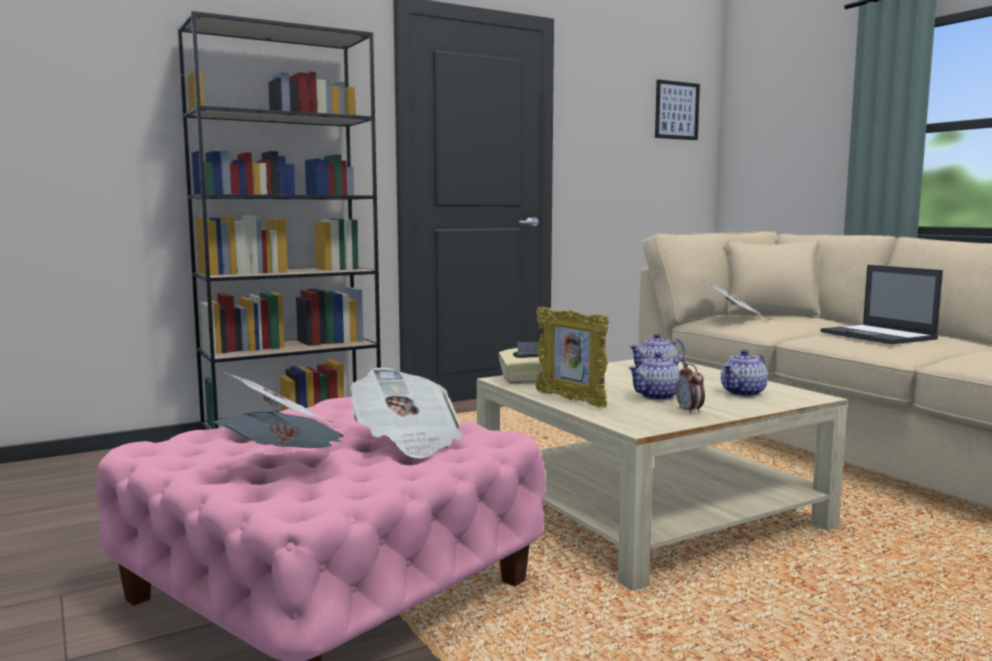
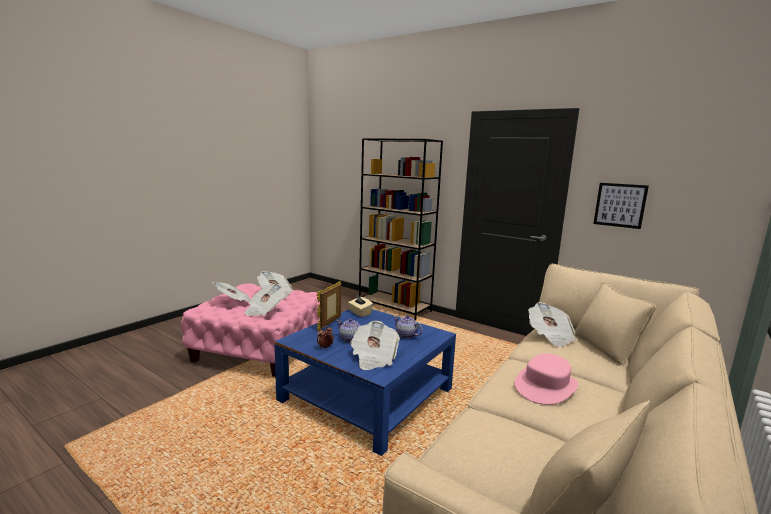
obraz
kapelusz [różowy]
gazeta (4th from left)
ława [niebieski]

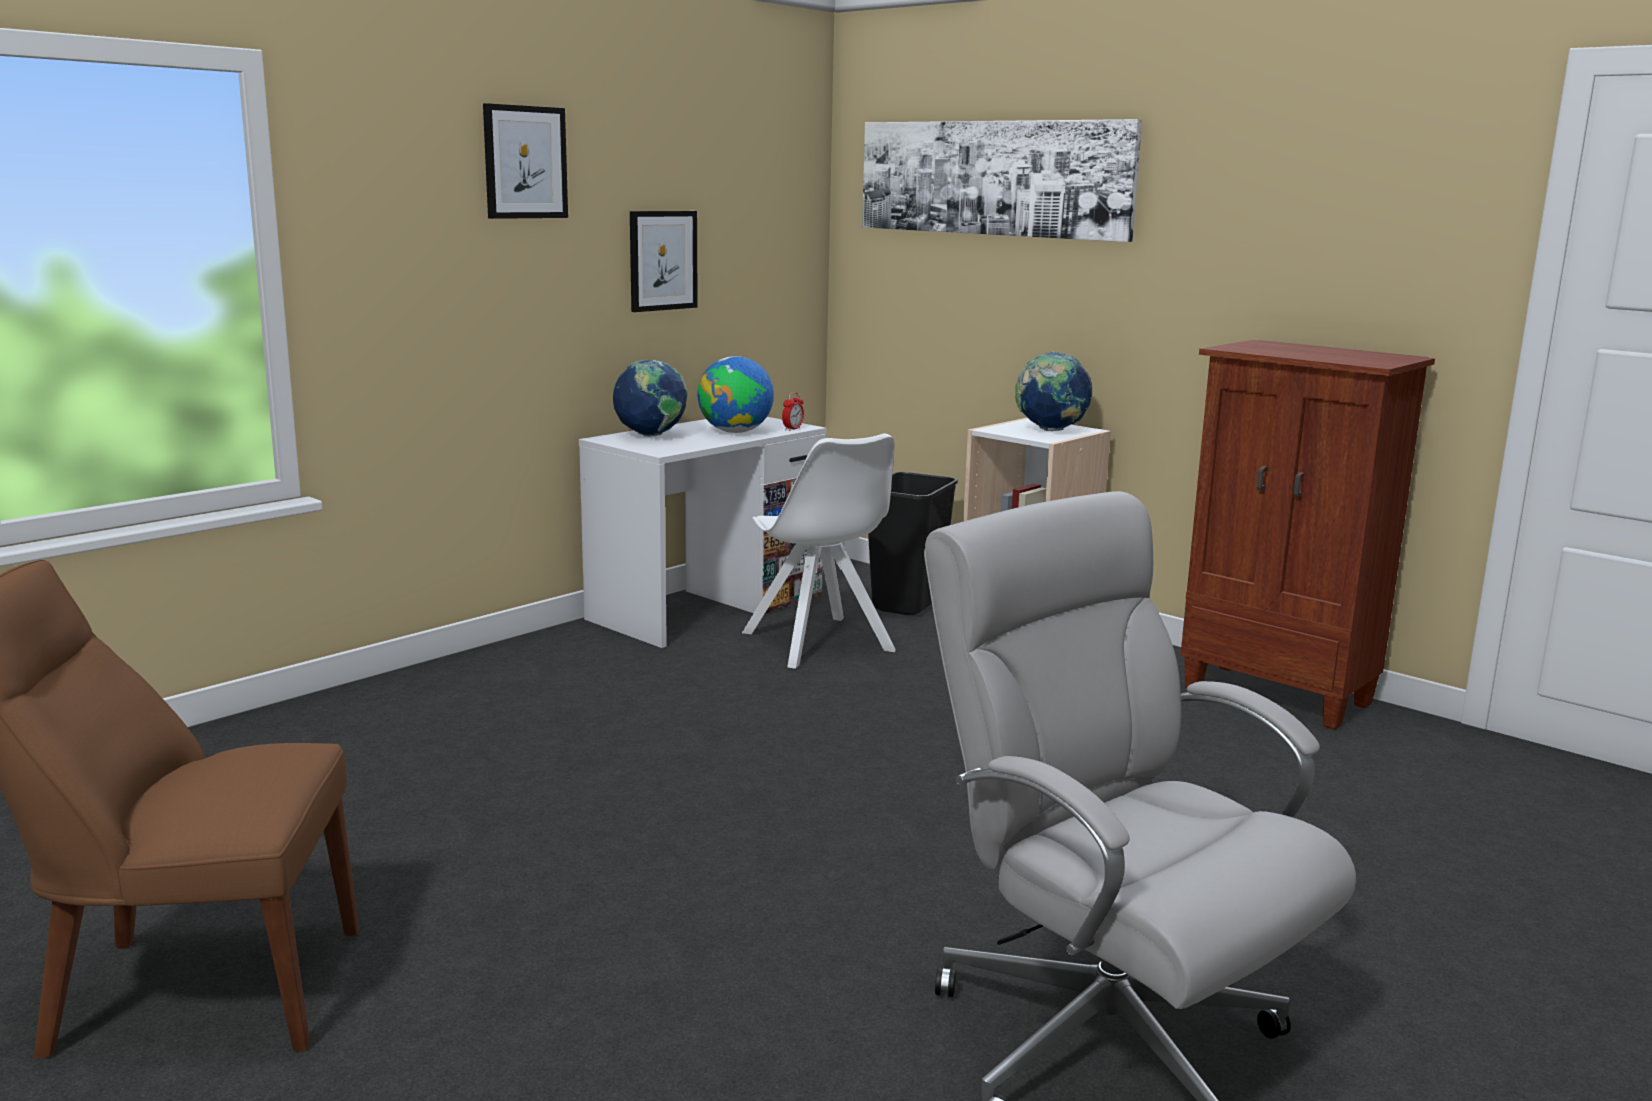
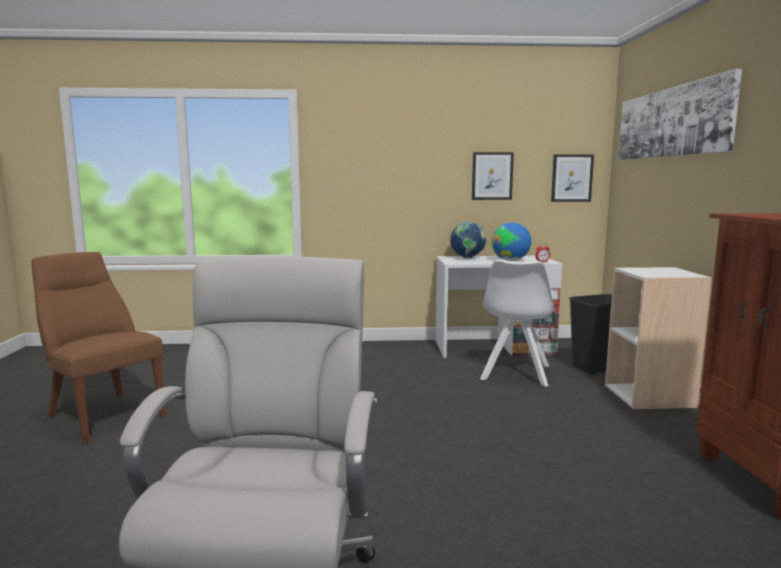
obraz (2nd from left)
globus (3rd from left in the first image)

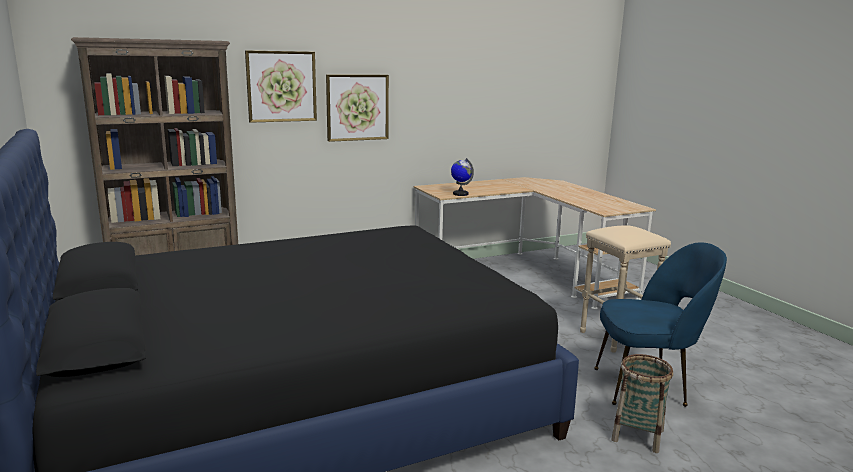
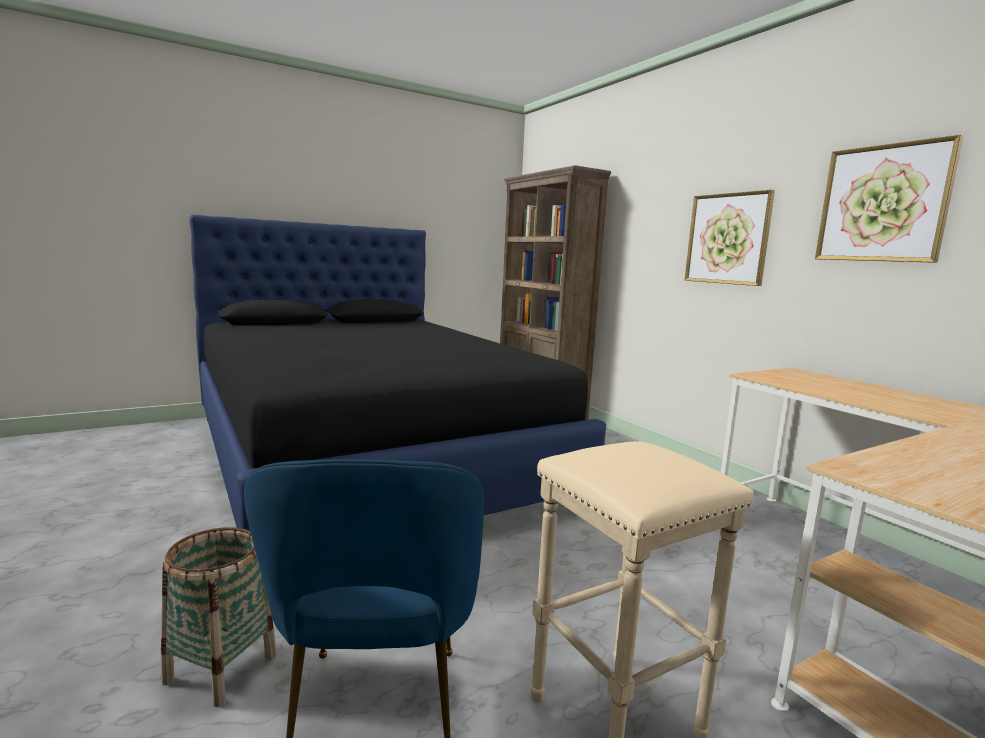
obraz (2nd from left)
globus

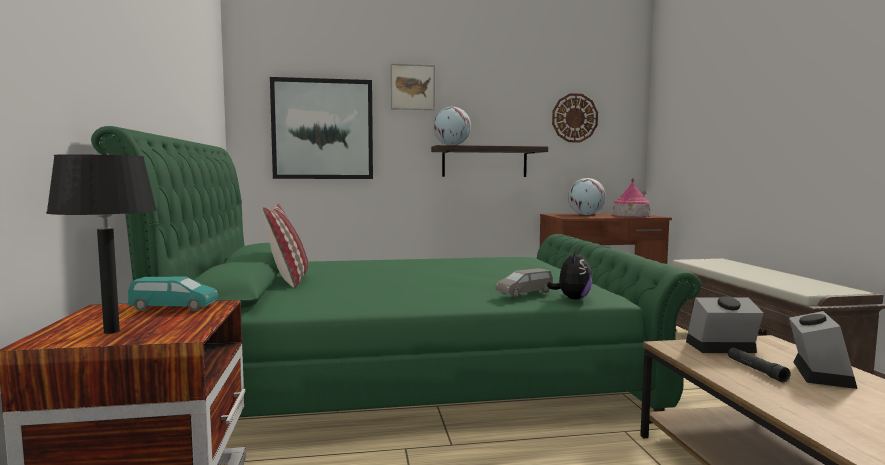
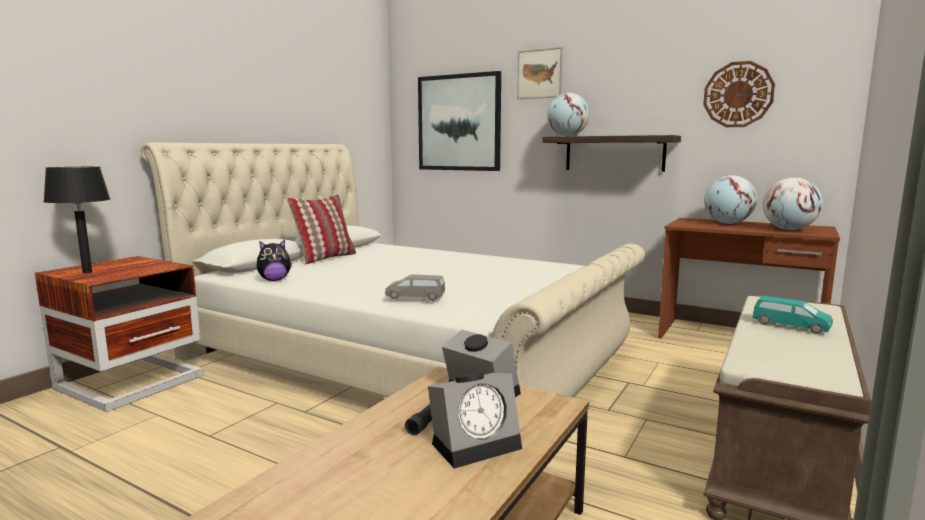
łóżko [beżowy]
globus (3rd from left)
pluszak
samochodzik [turkusowy]

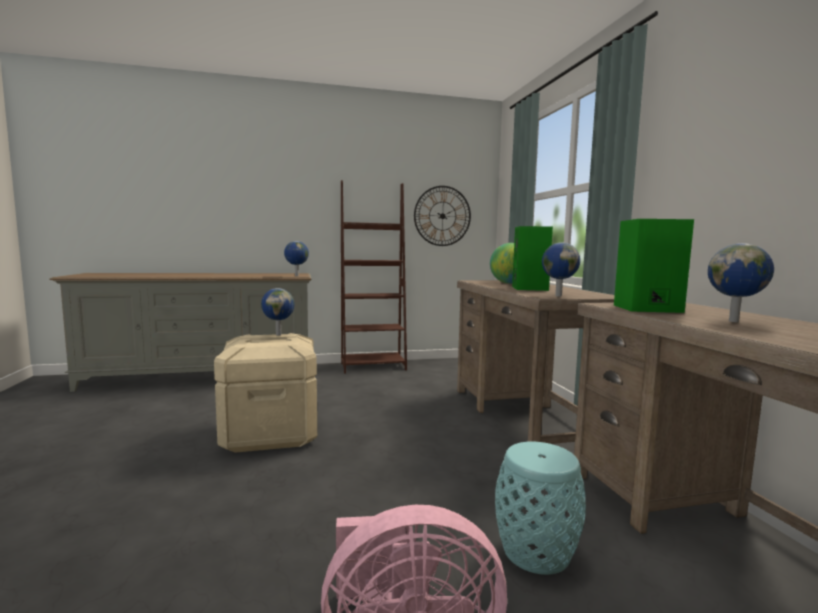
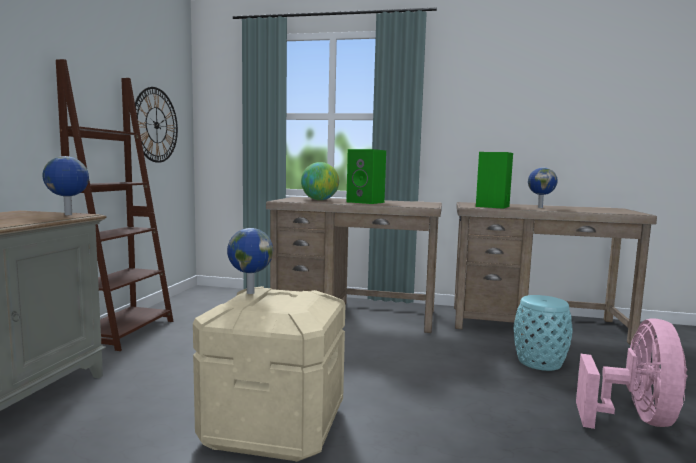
globus (4th from left in the first image)

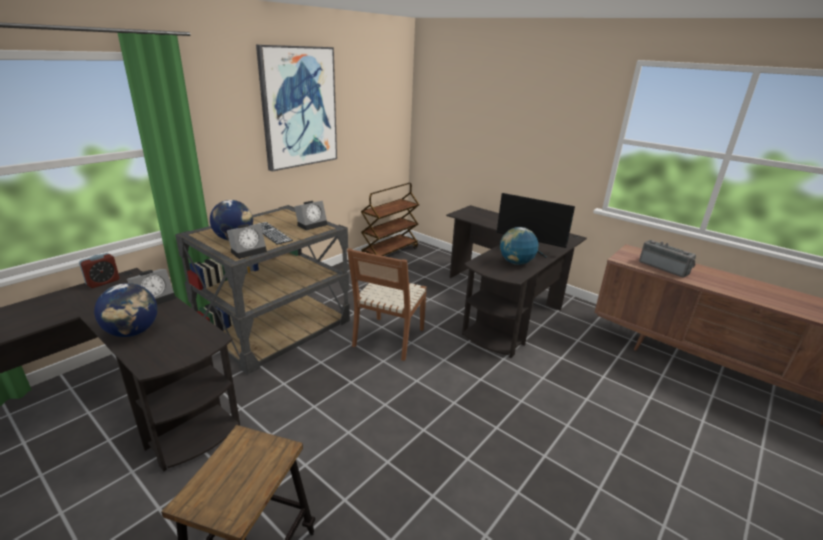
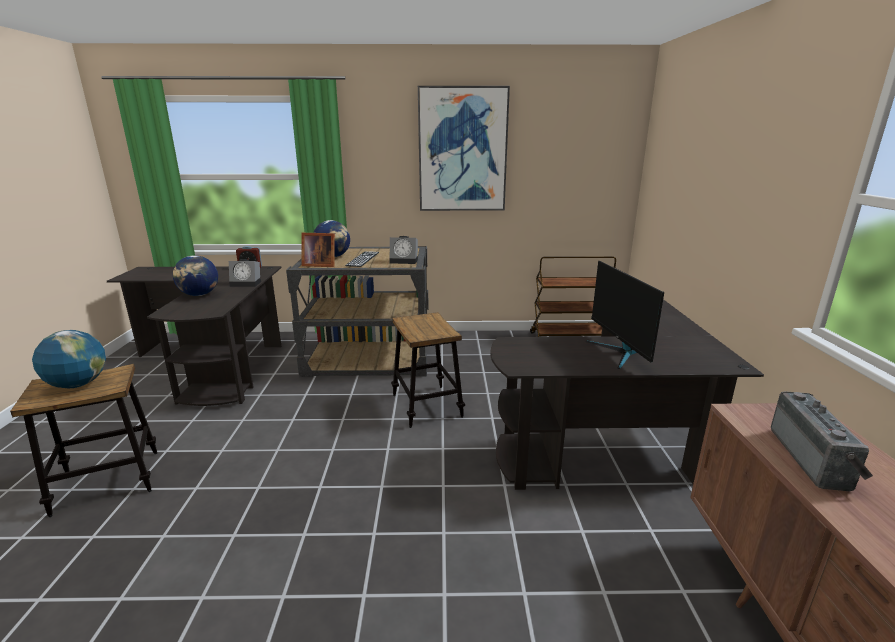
ramka na zdjęcie
globus (1st from left)
stołek (2nd from left)

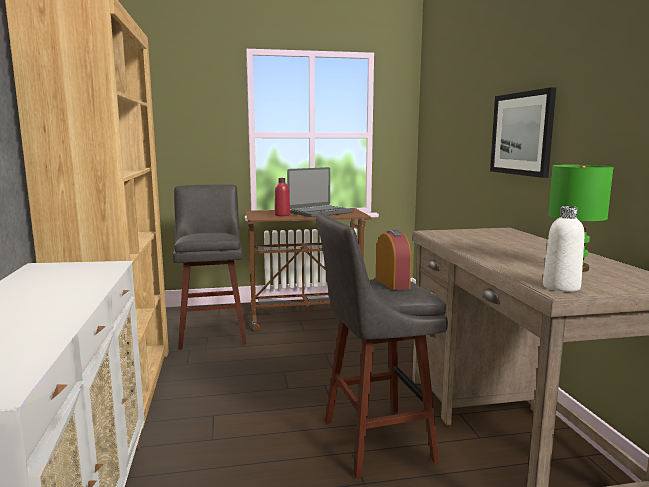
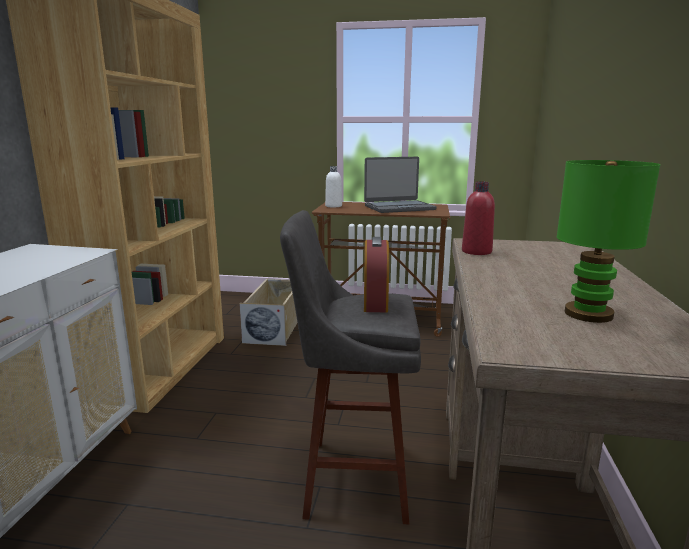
obraz
butelka [czerwony]
pojemnik do przechowywania [beżowy]
butelka [biały]

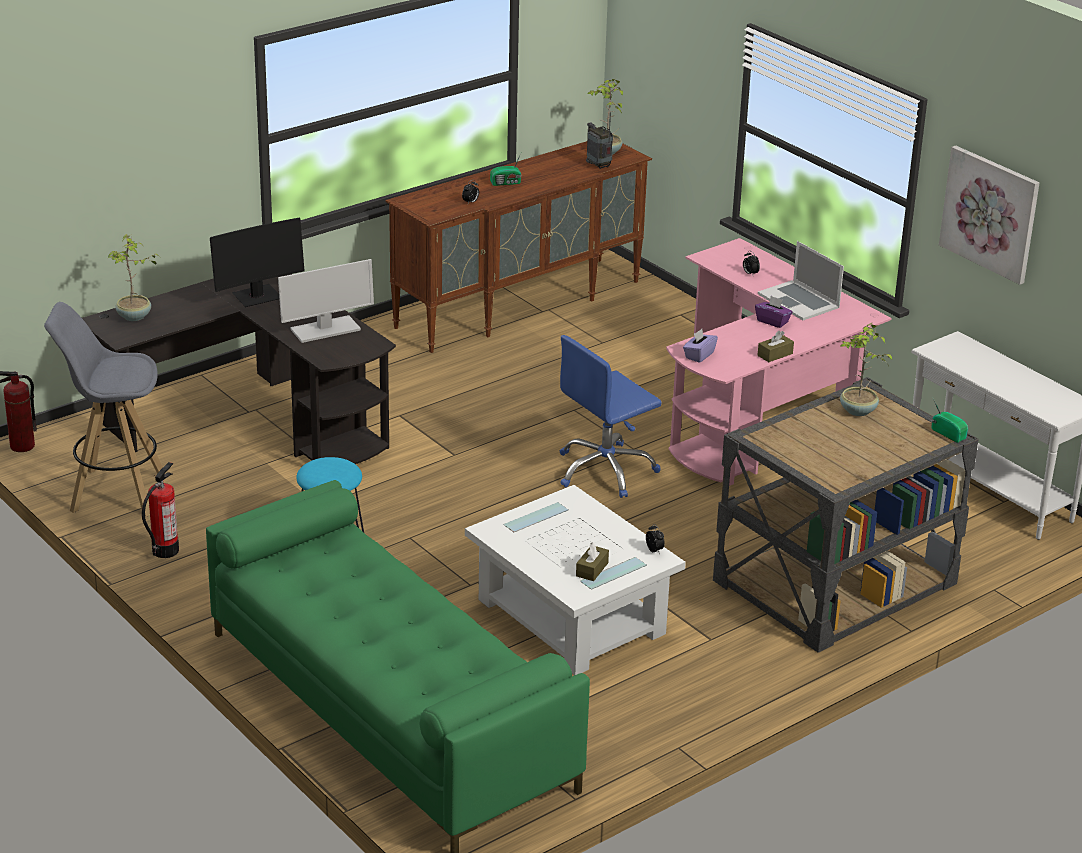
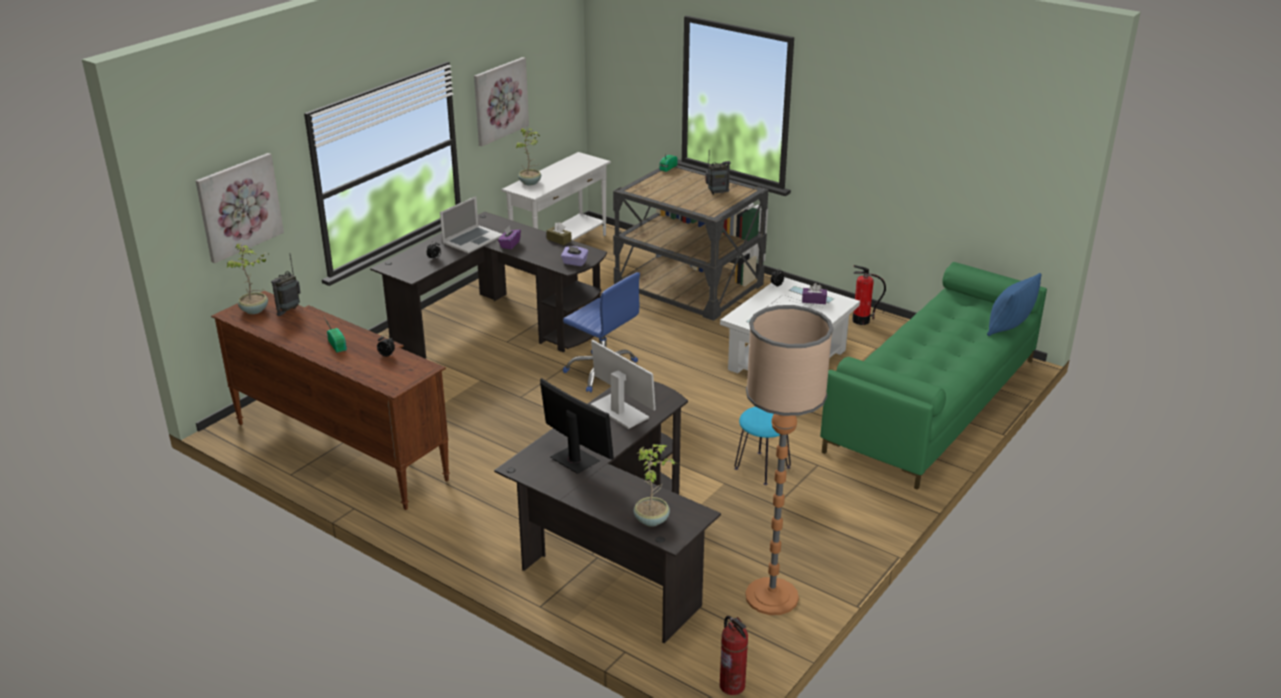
biurko [czarny] (1st from left)
lampa stojąca
roślina doniczkowa (2nd from left)
gaśnica (2nd from left)
pudełko chusteczek [fioletowy] (3rd from left)
radio (4th from left)
obraz (1st from left)
poduszka [niebieski]

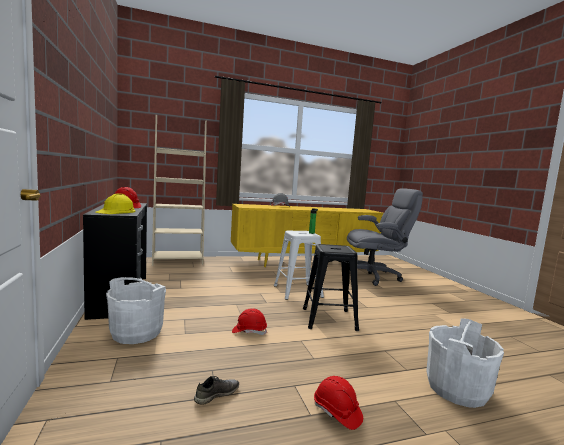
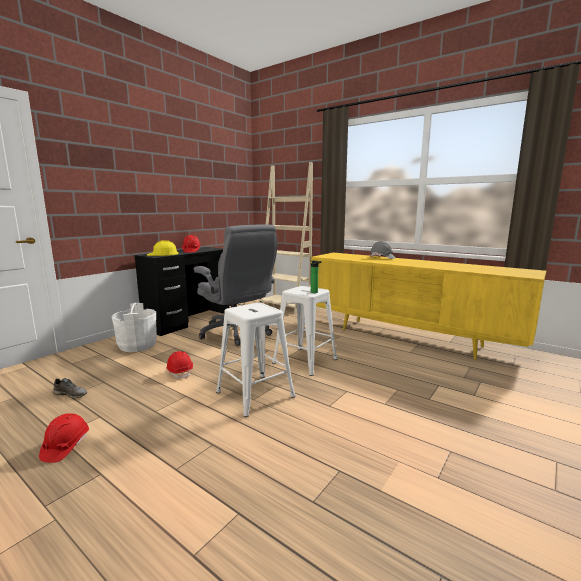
krzesło biurowe [szary]
stołek [biały] (1st from left)
wiadro [biały] (2nd from left in the first image)

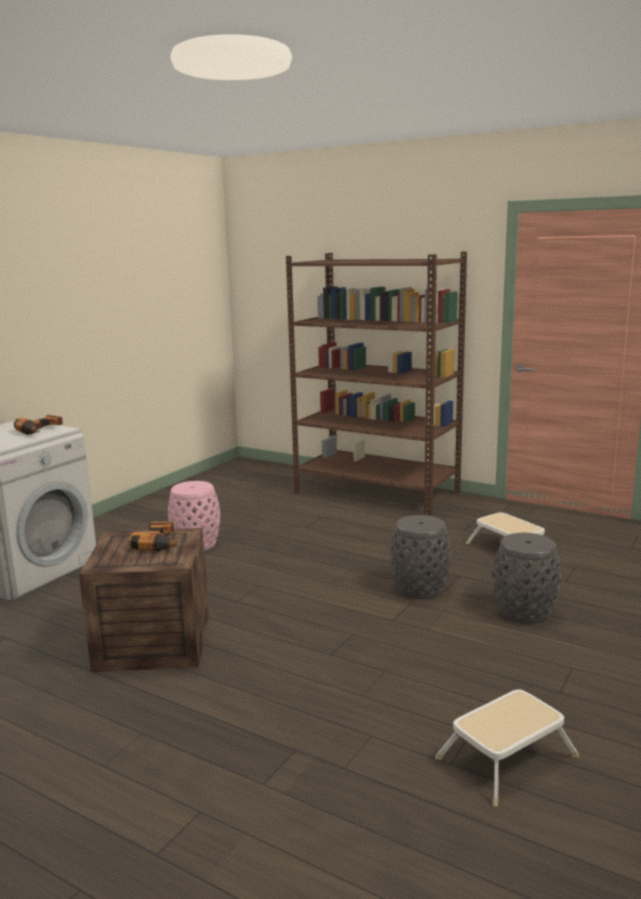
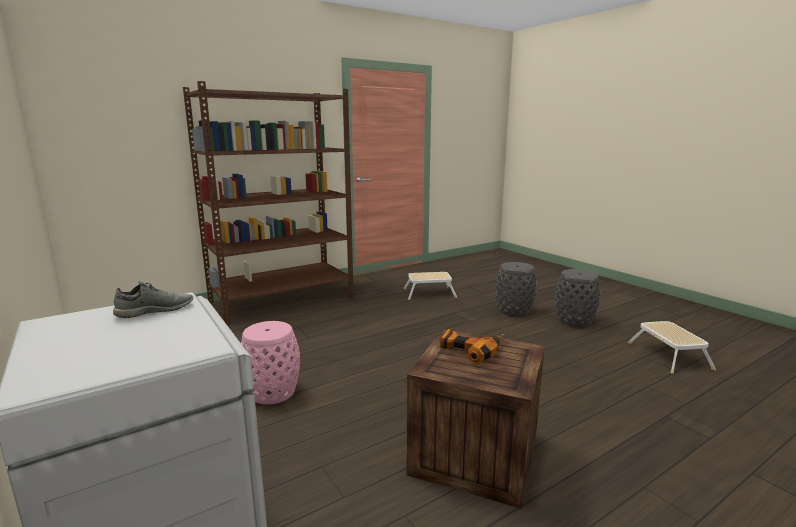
but [szary]
stołek [szary] (2nd from left)

